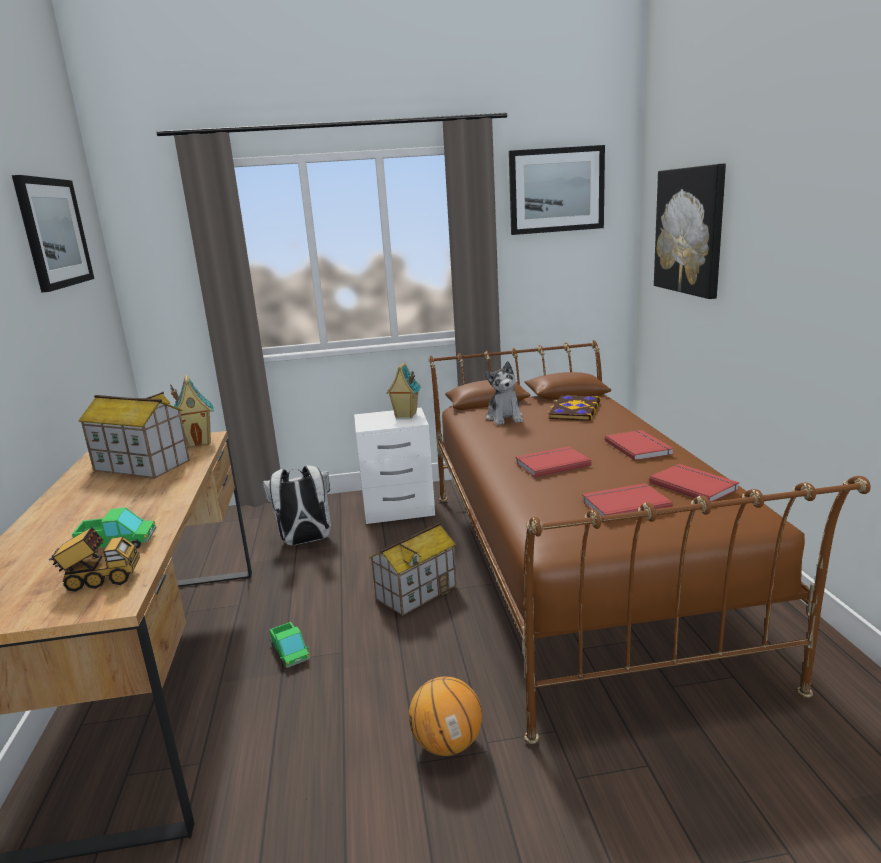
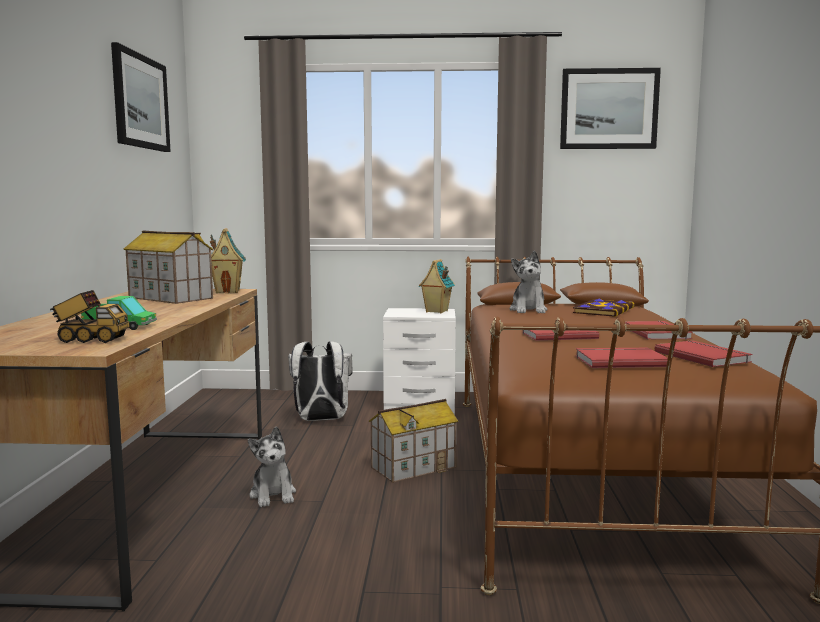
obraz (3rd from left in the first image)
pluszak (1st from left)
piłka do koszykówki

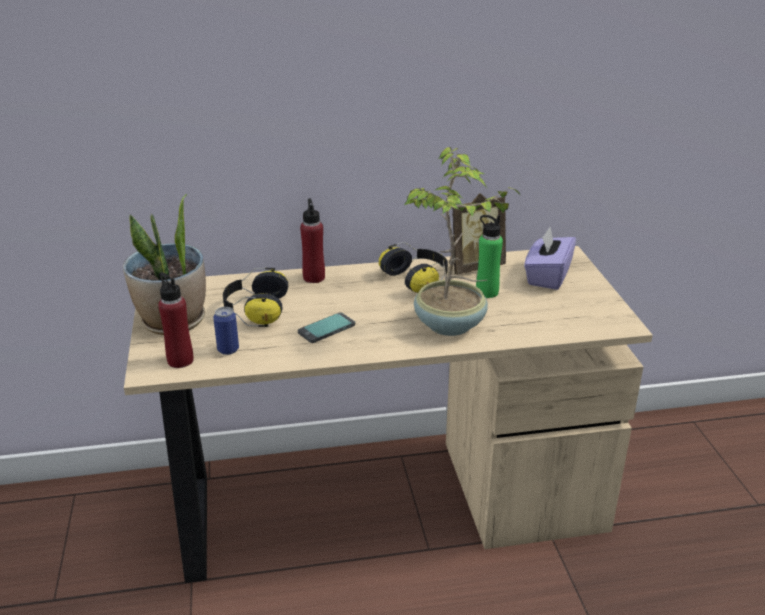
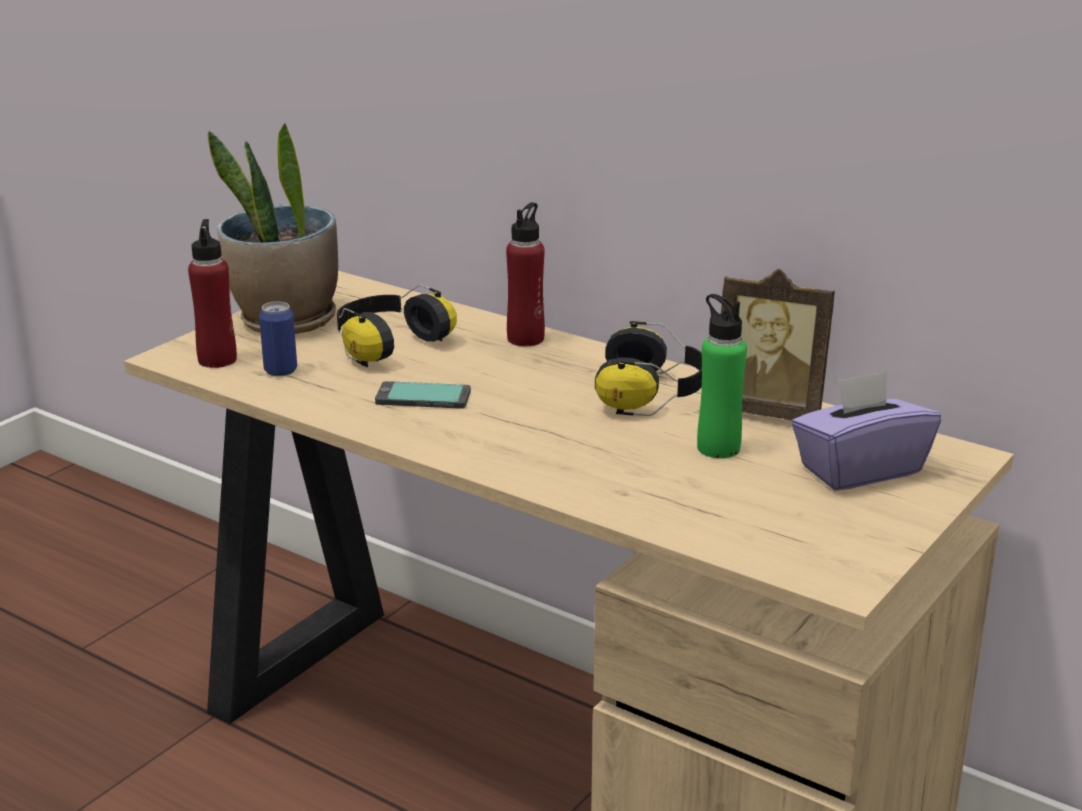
roślina doniczkowa (2nd from left in the first image)

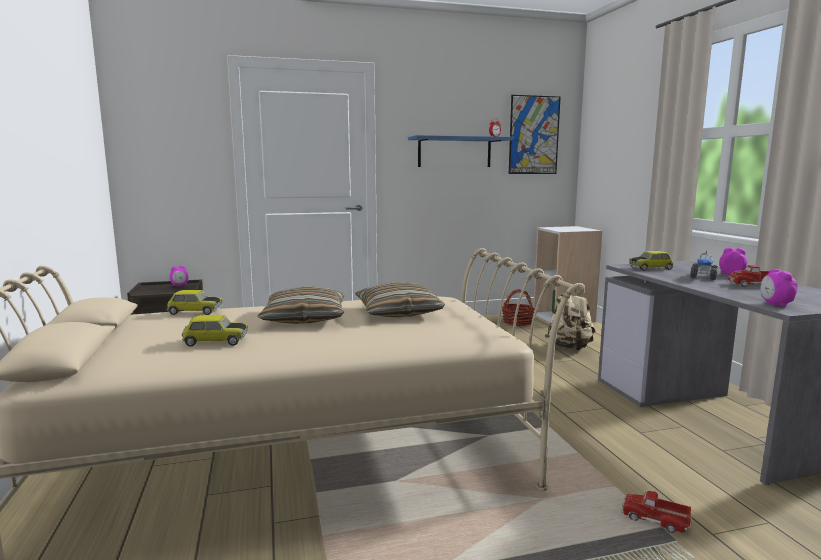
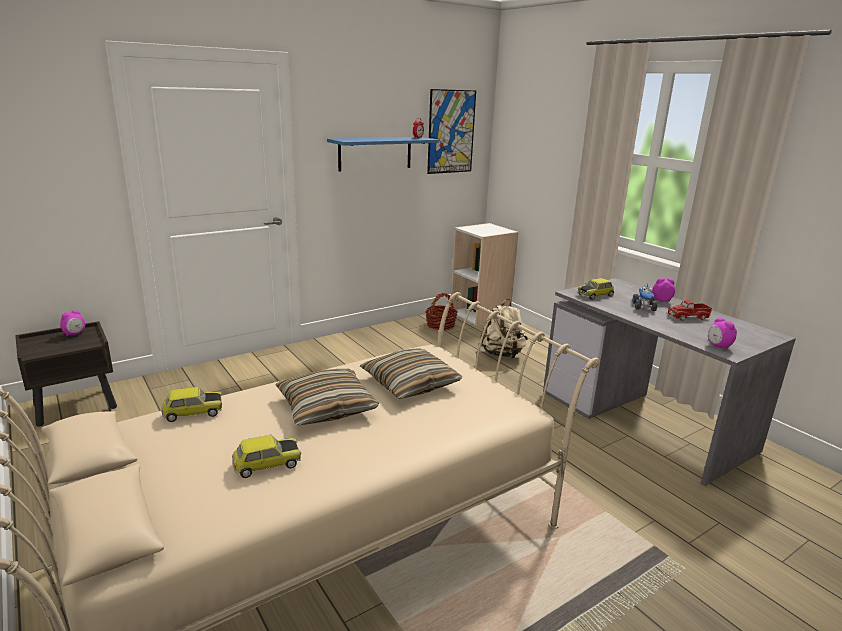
ciężarówka zabawkowa (1st from left in the first image)

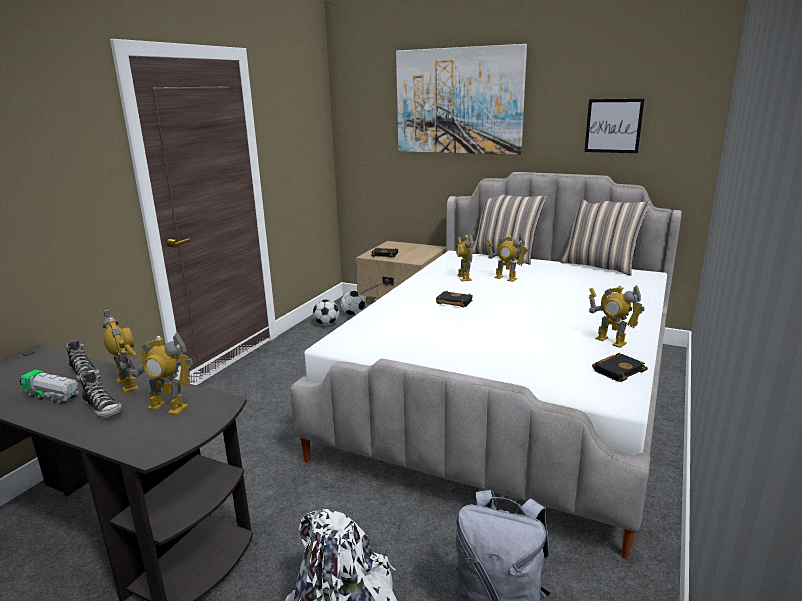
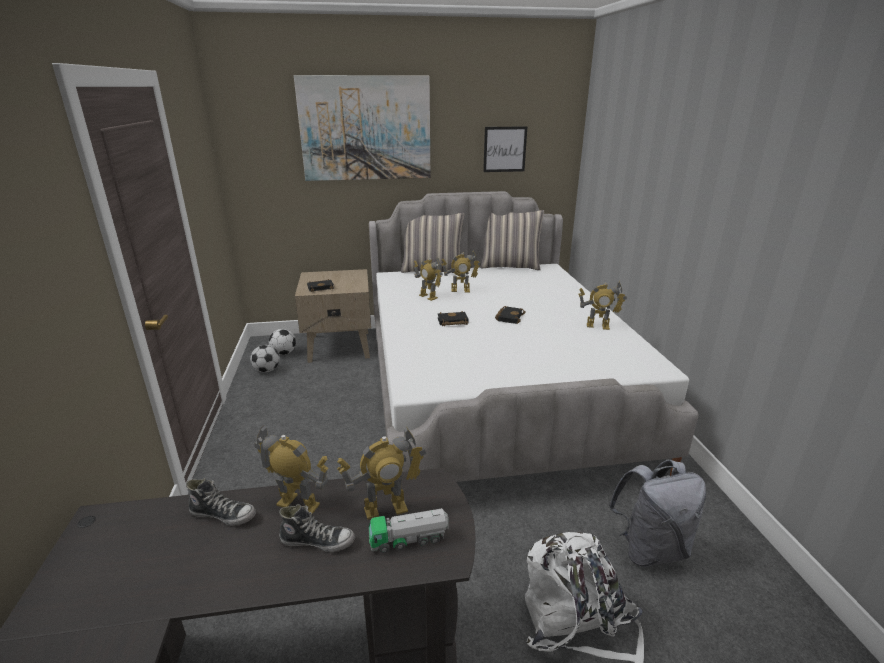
książka [czarny] (3rd from left)
ciężarówka zabawkowa

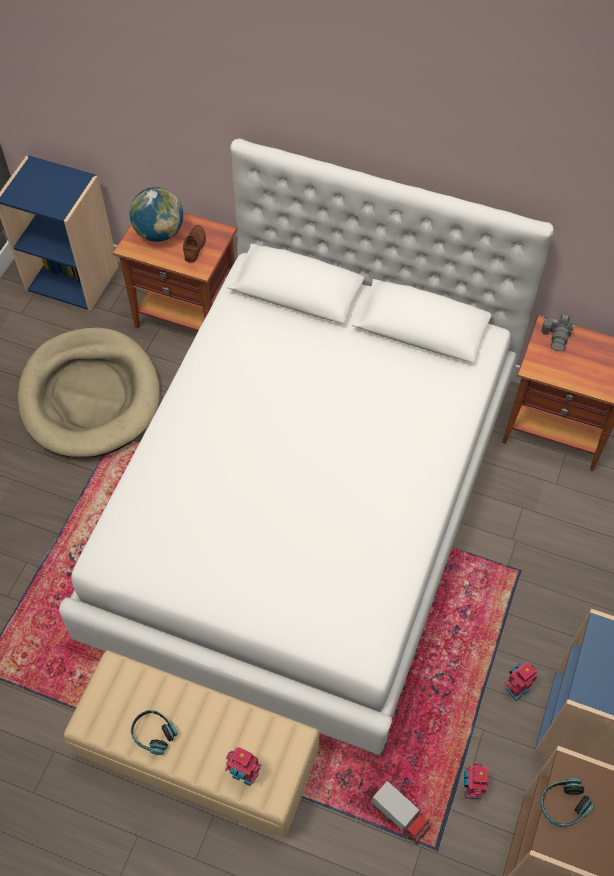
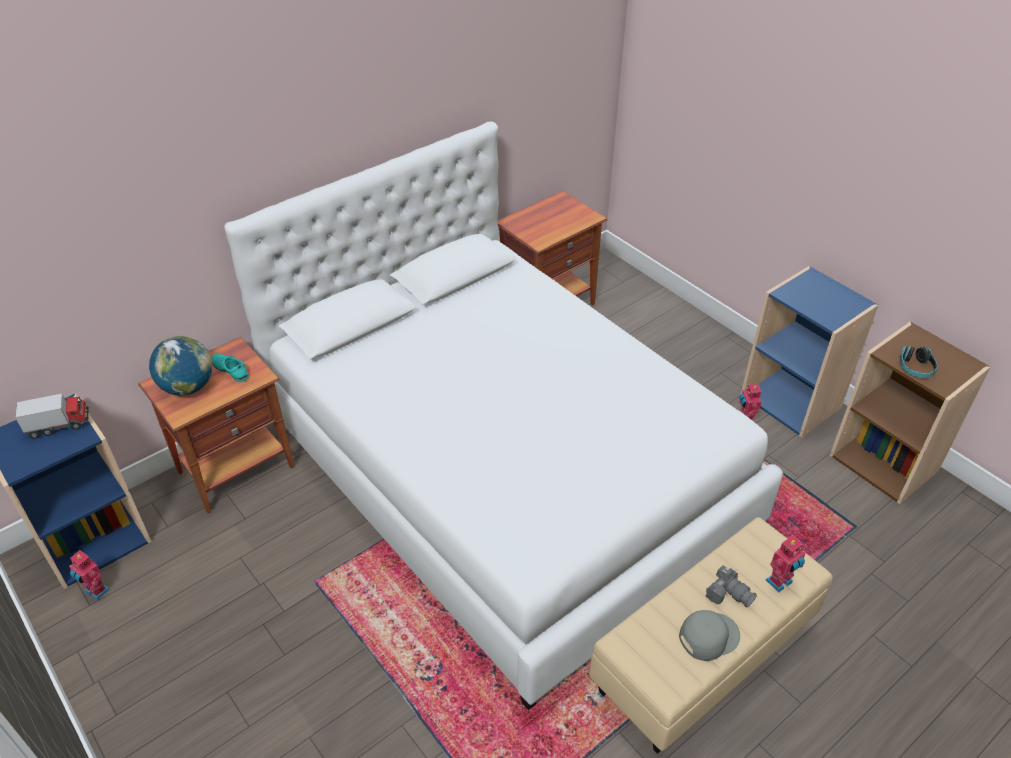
but [turkusowy]
aparat fotograficzny
legowisko [beżowy]
czapka z daszkiem [szary]
robot zabawkowy (1st from left)
ciężarówka zabawkowa

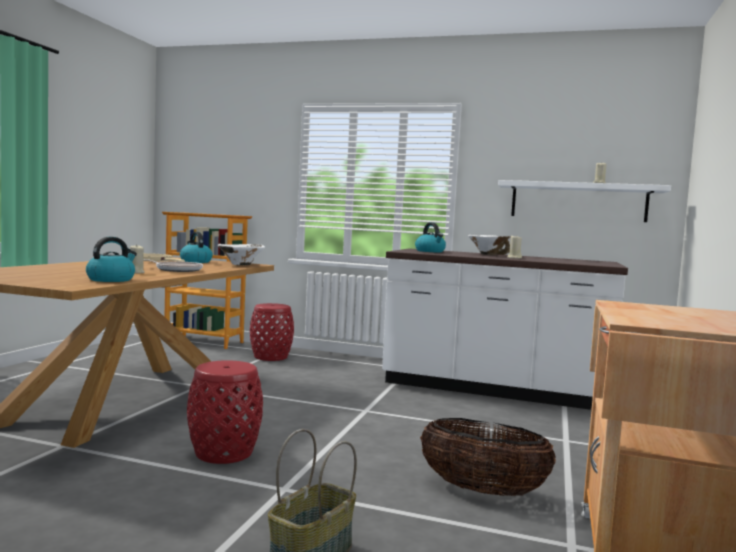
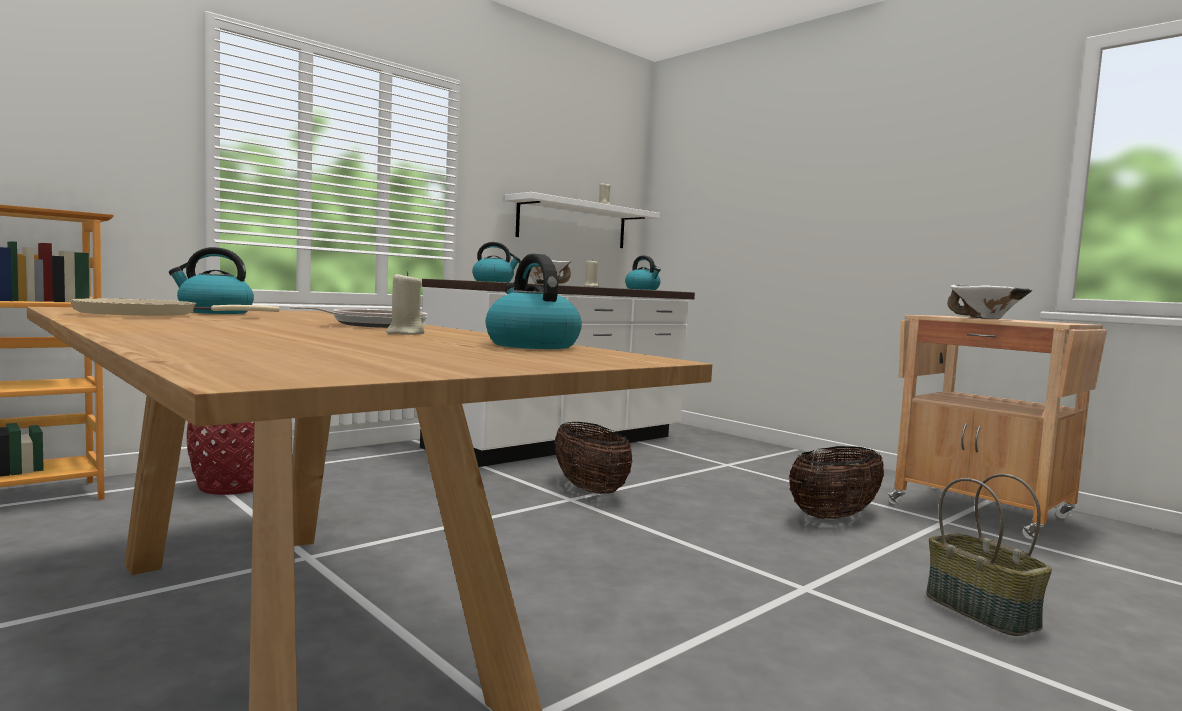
miska [biały] (2nd from left)
stołek [czerwony] (1st from left in the first image)
czajnik (4th from left)
koszyk (1st from left)

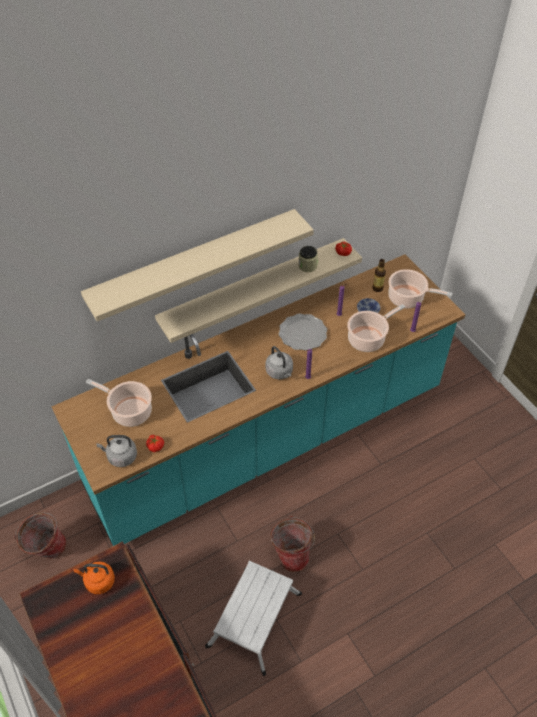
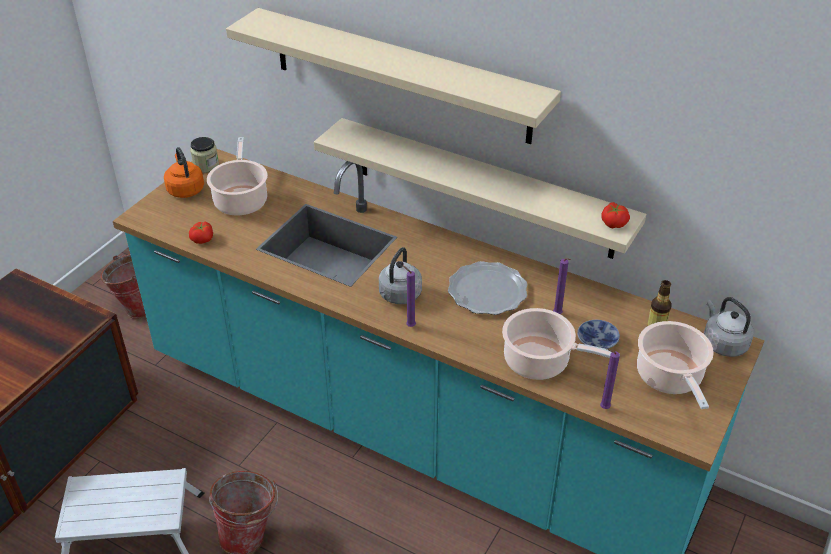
słoik
czajnik [szary] (2nd from left)
czajnik [pomarańczowy]

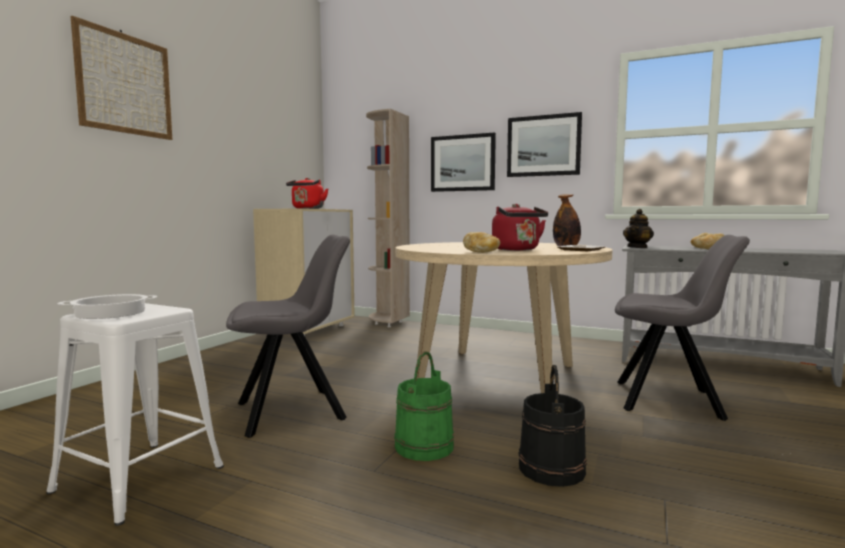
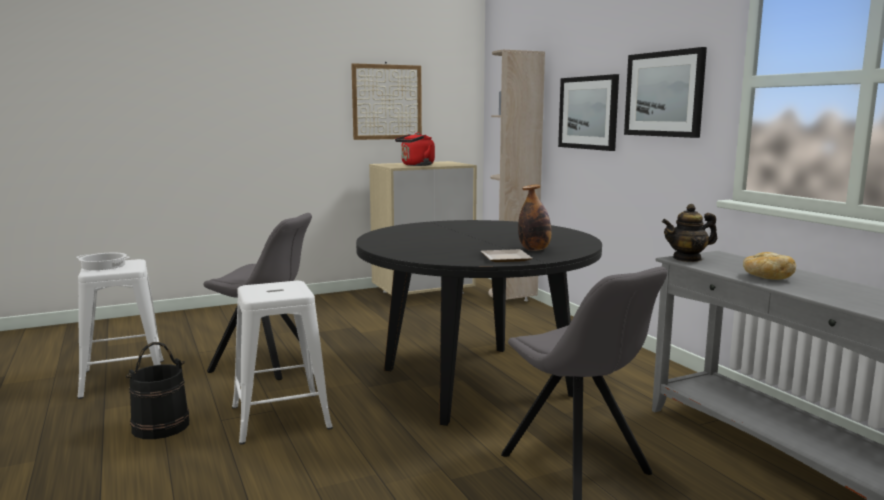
obraz (1st from left)
czajnik [czerwony] (2nd from left in the first image)
chleb (1st from left in the first image)
stół jadalny [czarny]
stołek [biały] (2nd from left)
wiadro [czarny]

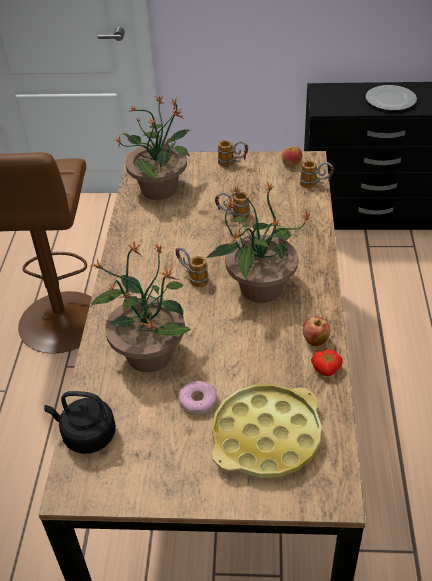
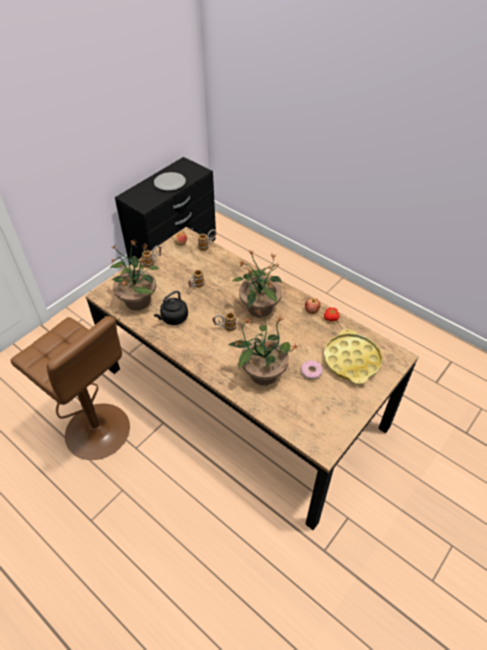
czajnik [czarny]

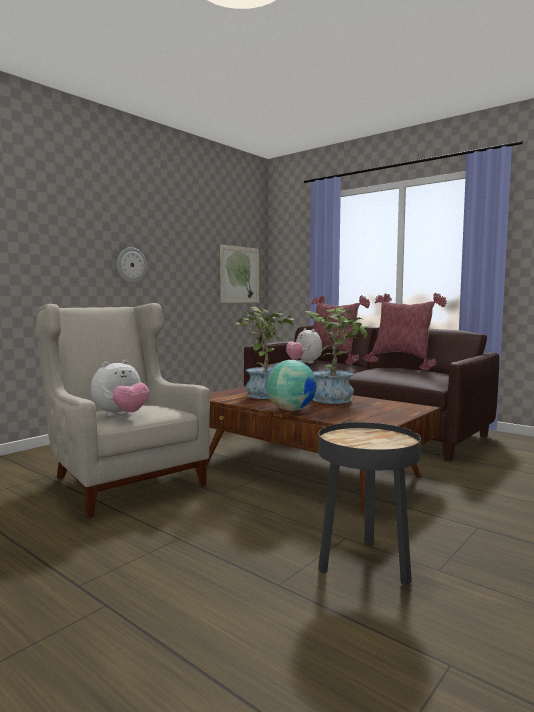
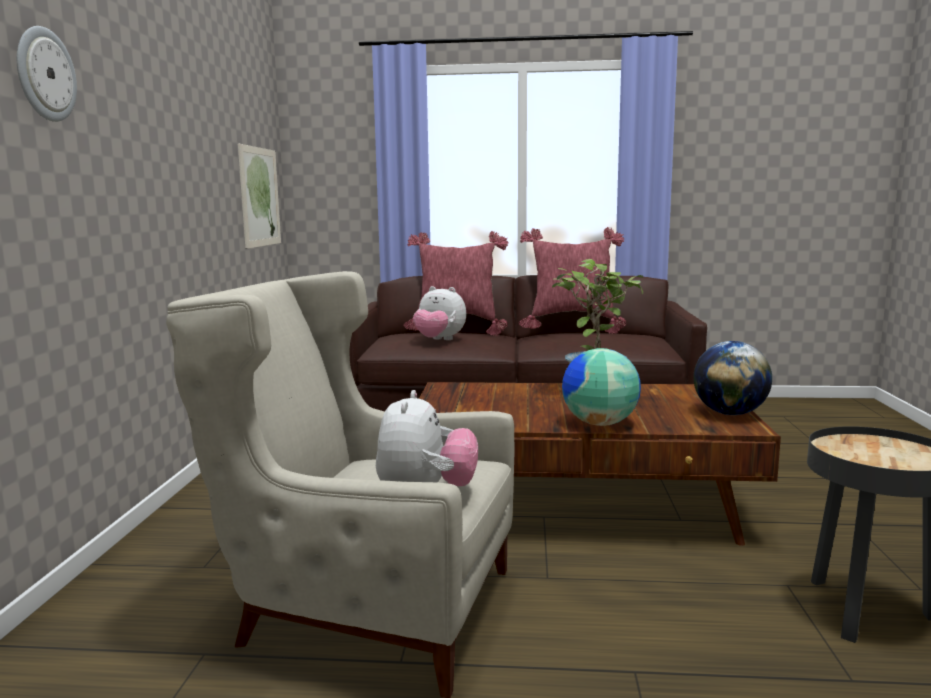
zegar ścienny
roślina doniczkowa (1st from left in the first image)
globus (2nd from left)

